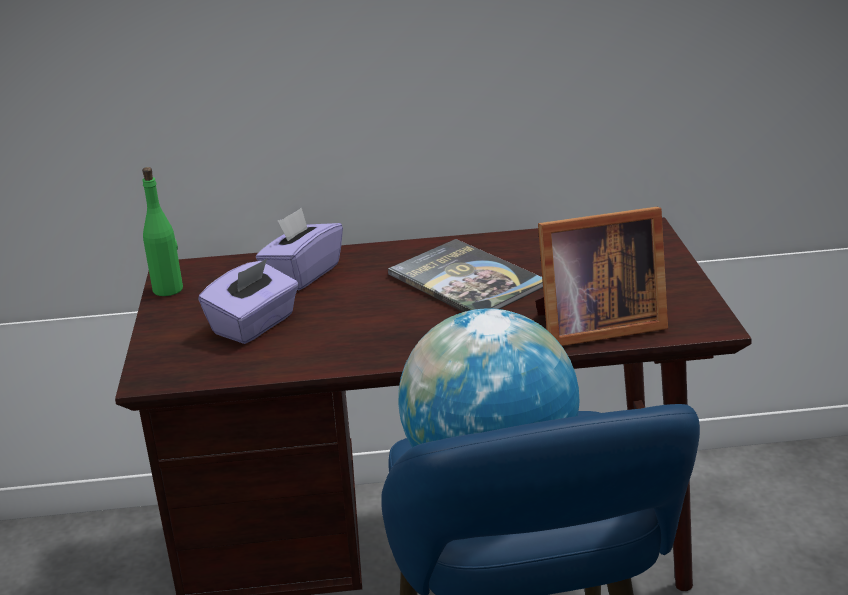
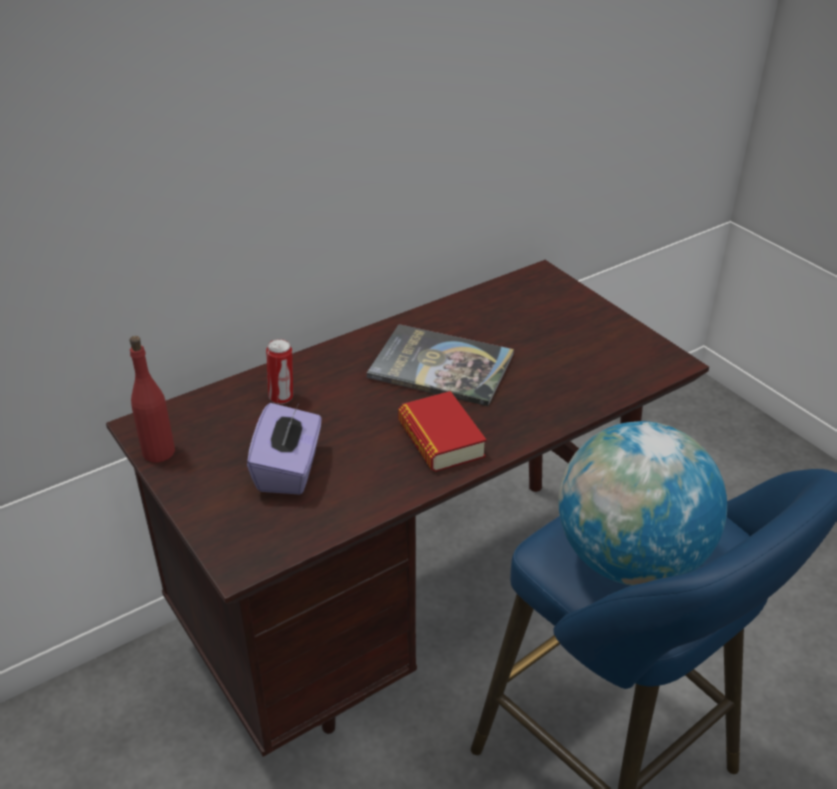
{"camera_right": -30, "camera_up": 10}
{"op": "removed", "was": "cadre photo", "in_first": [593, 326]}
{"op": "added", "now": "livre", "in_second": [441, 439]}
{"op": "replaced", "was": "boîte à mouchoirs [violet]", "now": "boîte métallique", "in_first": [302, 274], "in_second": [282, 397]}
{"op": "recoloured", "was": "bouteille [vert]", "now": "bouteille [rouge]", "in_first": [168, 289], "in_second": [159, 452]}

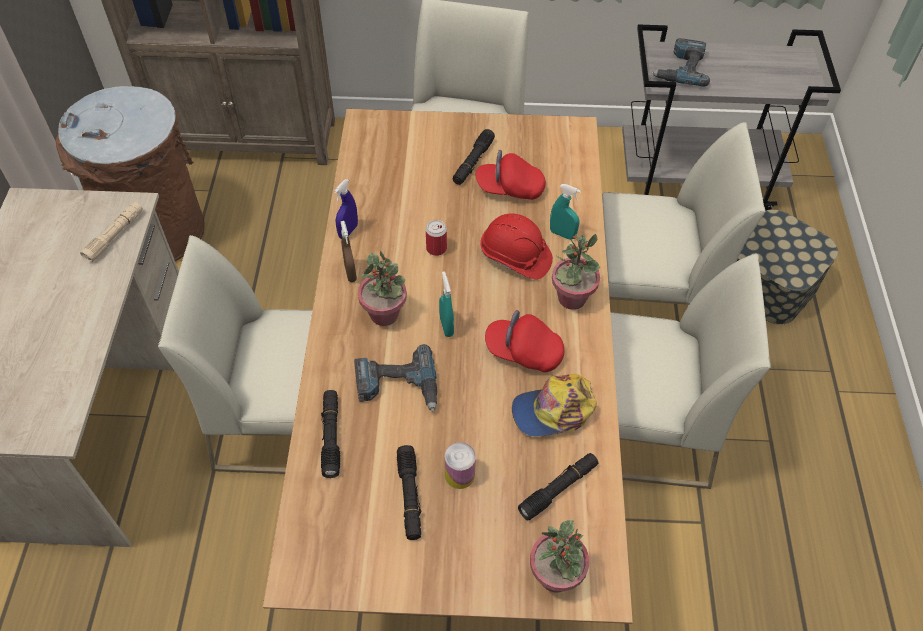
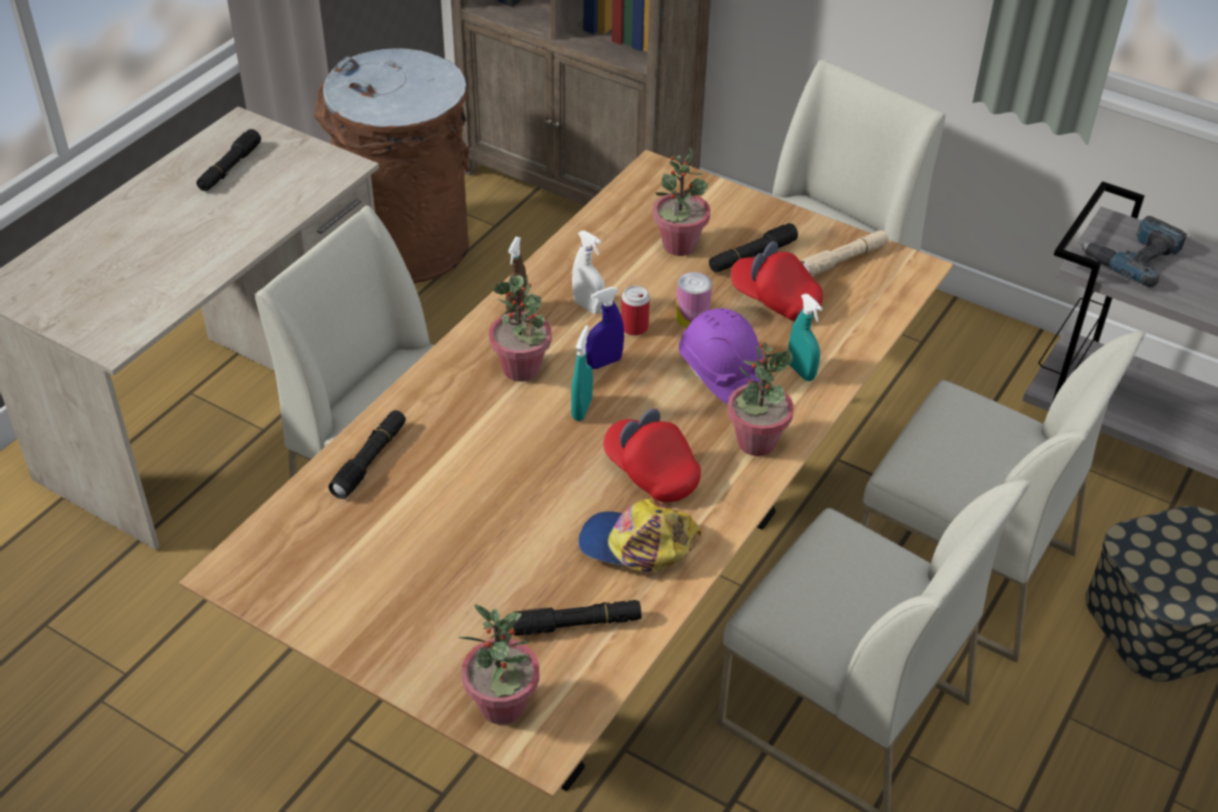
{"camera_right": 30, "camera_up": -10}
{"op": "removed", "was": "perceuse", "in_first": [397, 387]}
{"op": "added", "now": "vaporisateur [blanc]", "in_second": [588, 306]}
{"op": "added", "now": "plante en pot", "in_second": [679, 245]}
{"op": "moved", "was": "lampe de poche [beige]", "in_first": [115, 236], "in_second": [843, 260]}
{"op": "moved", "was": "vaporisateur [bleu]", "in_first": [348, 231], "in_second": [604, 362]}
{"op": "moved", "was": "lampe de poche [noir]", "in_first": [409, 496], "in_second": [230, 168]}
{"op": "moved", "was": "boîte métallique", "in_first": [459, 474], "in_second": [692, 317]}
{"op": "recoloured", "was": "casque de chantier [rouge]", "now": "casque de chantier [violet]", "in_first": [515, 257], "in_second": [722, 373]}

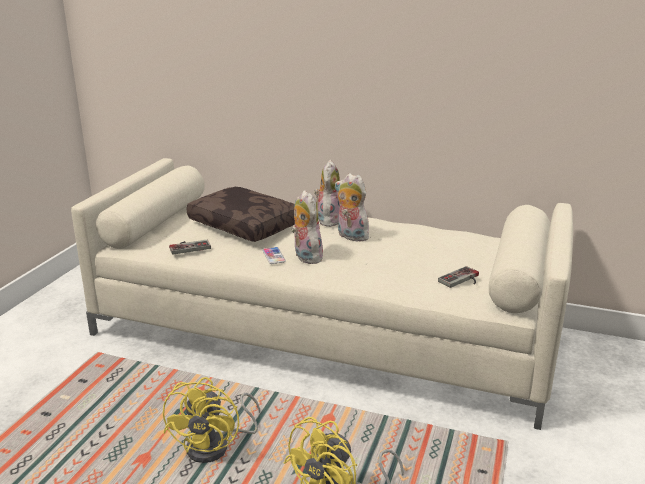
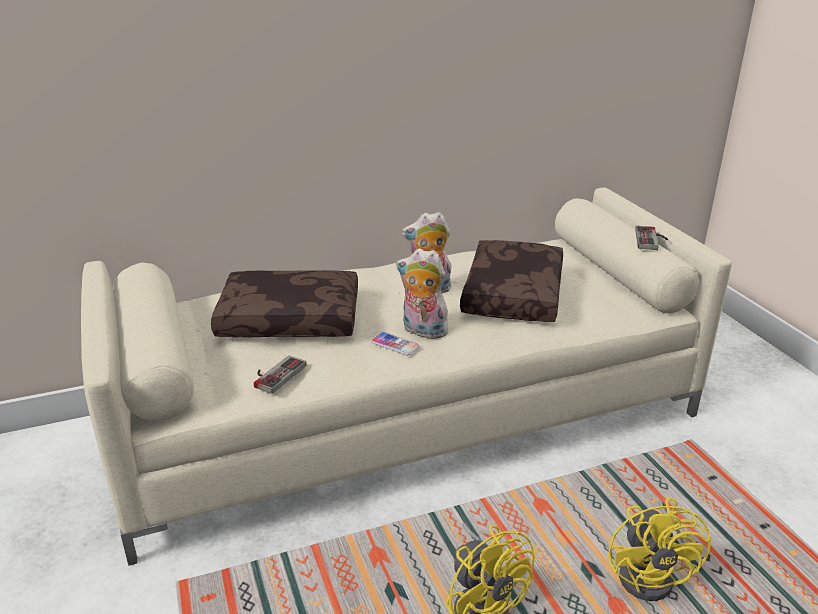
{"camera_right": -40, "camera_up": 5}
{"op": "removed", "was": "peluche", "in_first": [328, 220]}
{"op": "added", "now": "coussin [marron]", "in_second": [511, 294]}
{"op": "moved", "was": "manette", "in_first": [462, 280], "in_second": [652, 240]}

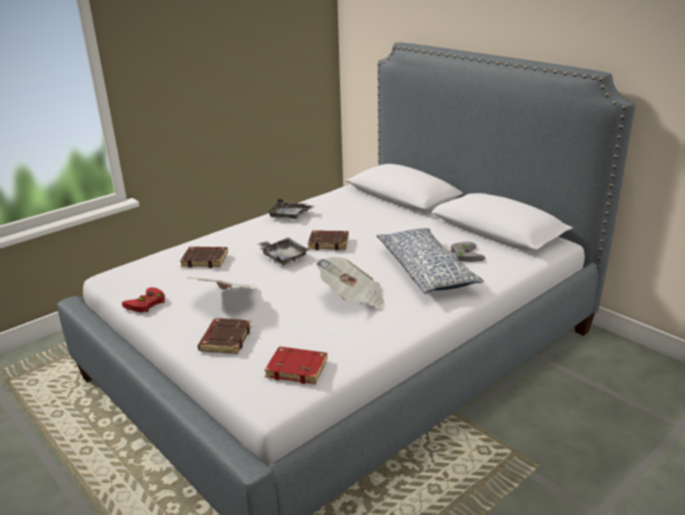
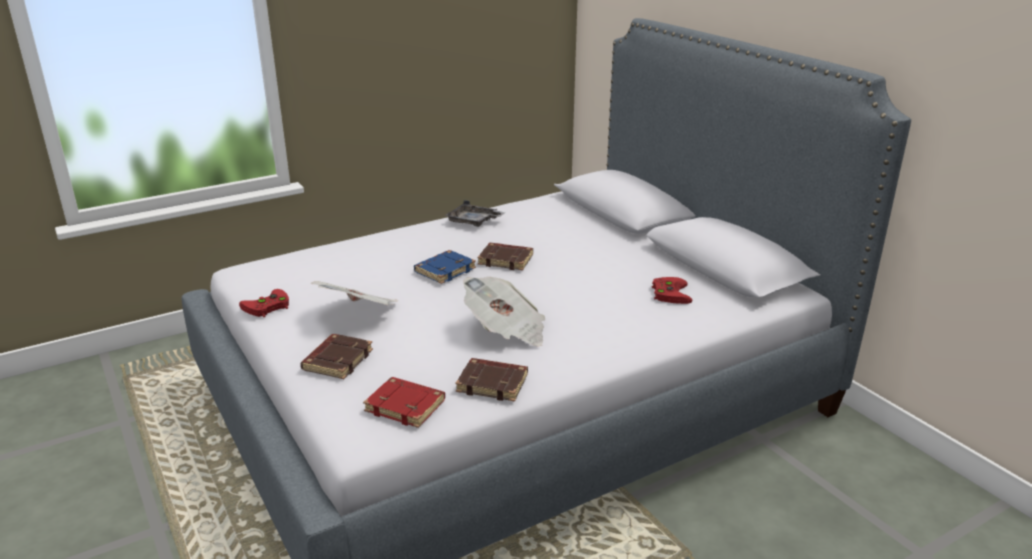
{"camera_right": 10, "camera_up": 0}
{"op": "removed", "was": "coussin", "in_first": [426, 270]}
{"op": "moved", "was": "livre [marron]", "in_first": [205, 260], "in_second": [493, 383]}
{"op": "replaced", "was": "plateau [gris]", "now": "livre [bleu]", "in_first": [283, 256], "in_second": [445, 270]}
{"op": "recoloured", "was": "manette [gris]", "now": "manette [rouge]", "in_first": [465, 254], "in_second": [669, 293]}

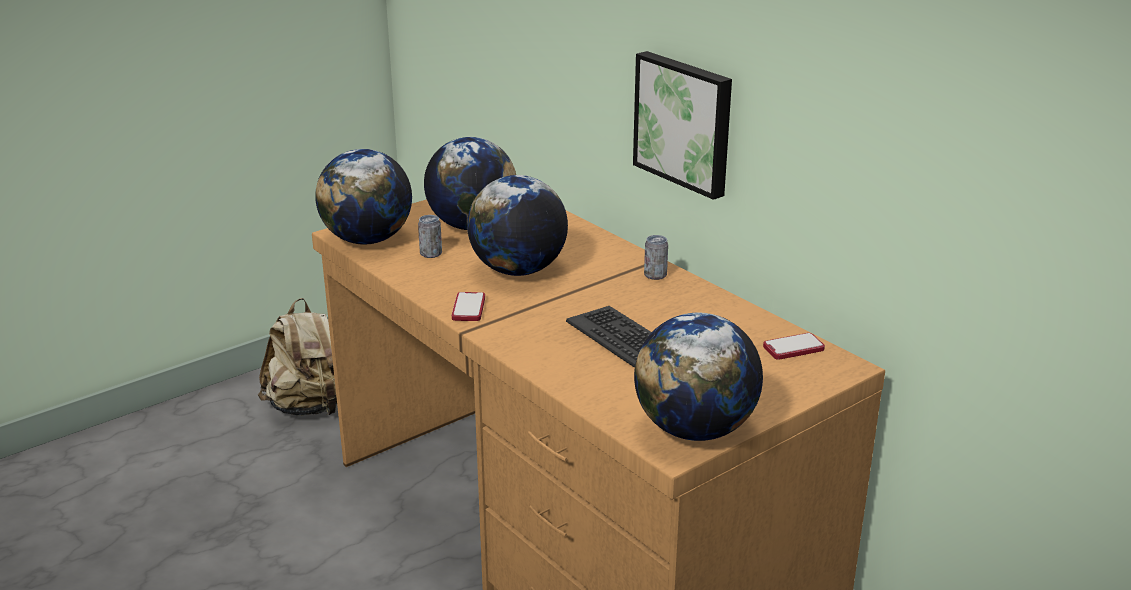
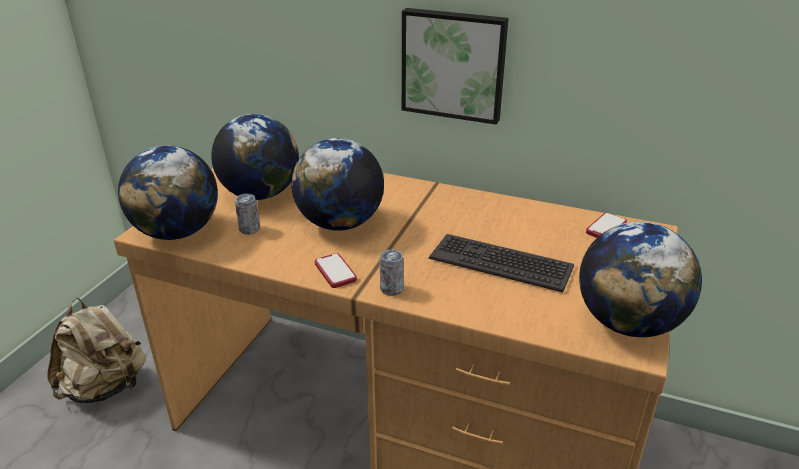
{"camera_right": -30, "camera_up": 5}
{"op": "moved", "was": "boîte métallique", "in_first": [655, 275], "in_second": [392, 289]}

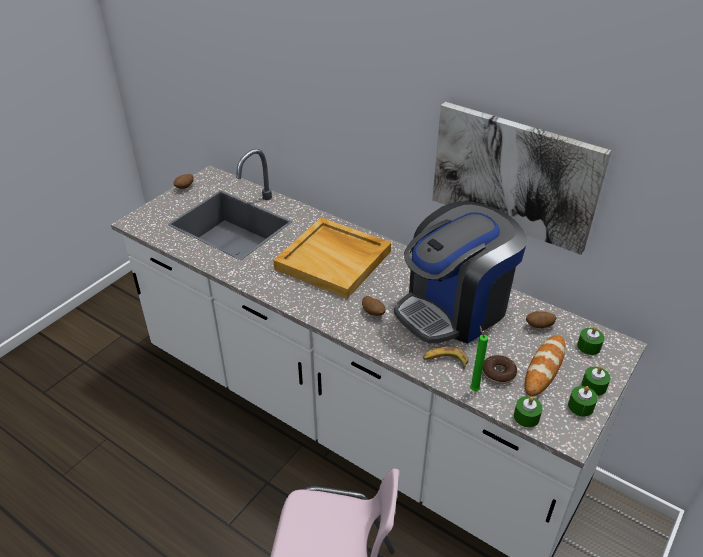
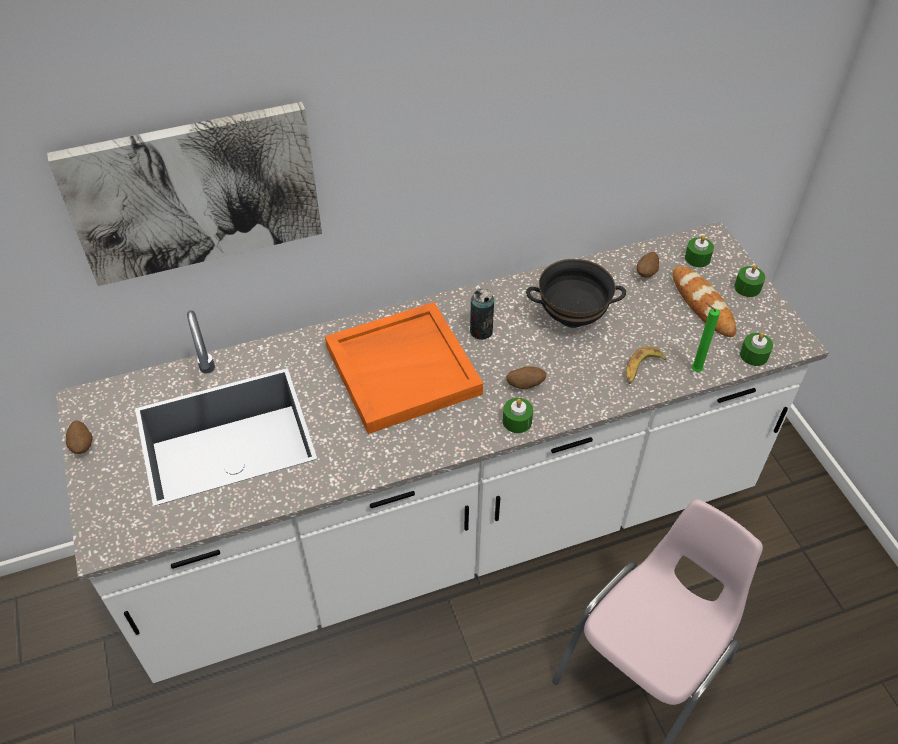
{"camera_right": -55, "camera_up": 10}
{"op": "removed", "was": "beignet", "in_first": [498, 373]}
{"op": "added", "now": "boîte métallique", "in_second": [481, 331]}
{"op": "moved", "was": "tableau", "in_first": [514, 175], "in_second": [195, 192]}
{"op": "moved", "was": "bougie [vert]", "in_first": [580, 406], "in_second": [517, 421]}
{"op": "replaced", "was": "machine à café", "now": "bol [noir]", "in_first": [454, 309], "in_second": [572, 317]}
{"op": "recoloured", "was": "plateau [beige]", "now": "plateau [orange]", "in_first": [334, 260], "in_second": [403, 369]}

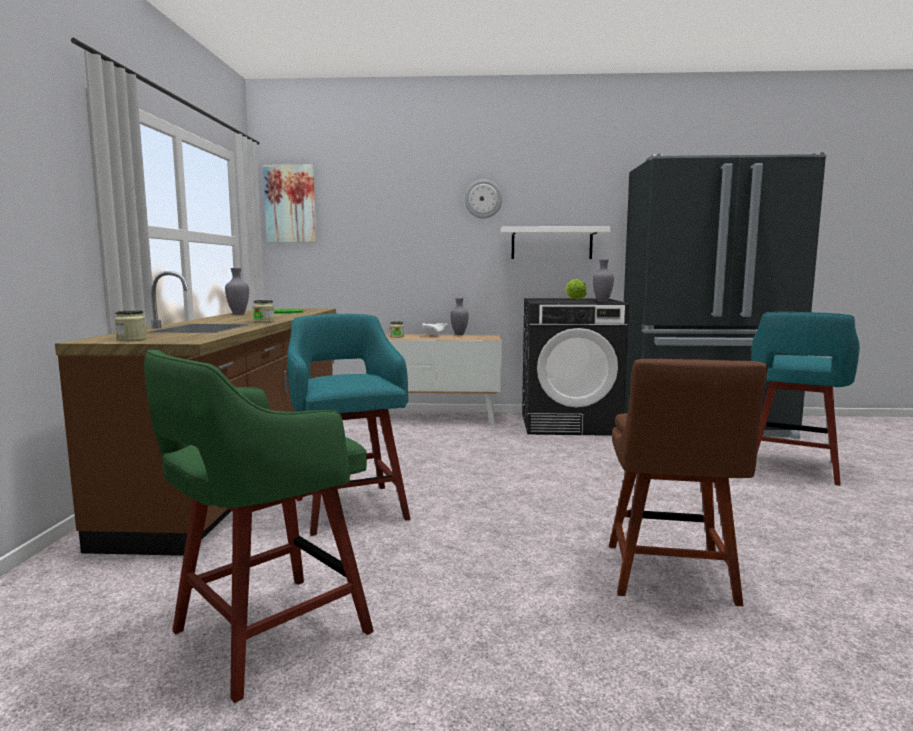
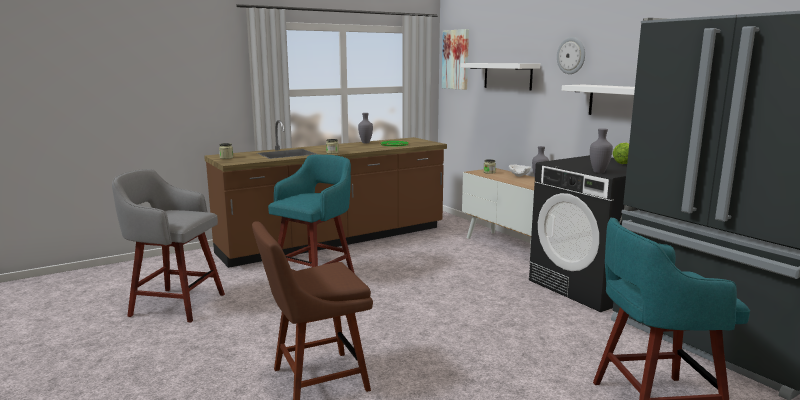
{"camera_right": 55, "camera_up": 5}
{"op": "added", "now": "étagère [blanc]", "in_second": [507, 76]}
{"op": "recoloured", "was": "tabouret [vert]", "now": "tabouret [gris]", "in_first": [265, 634], "in_second": [175, 304]}

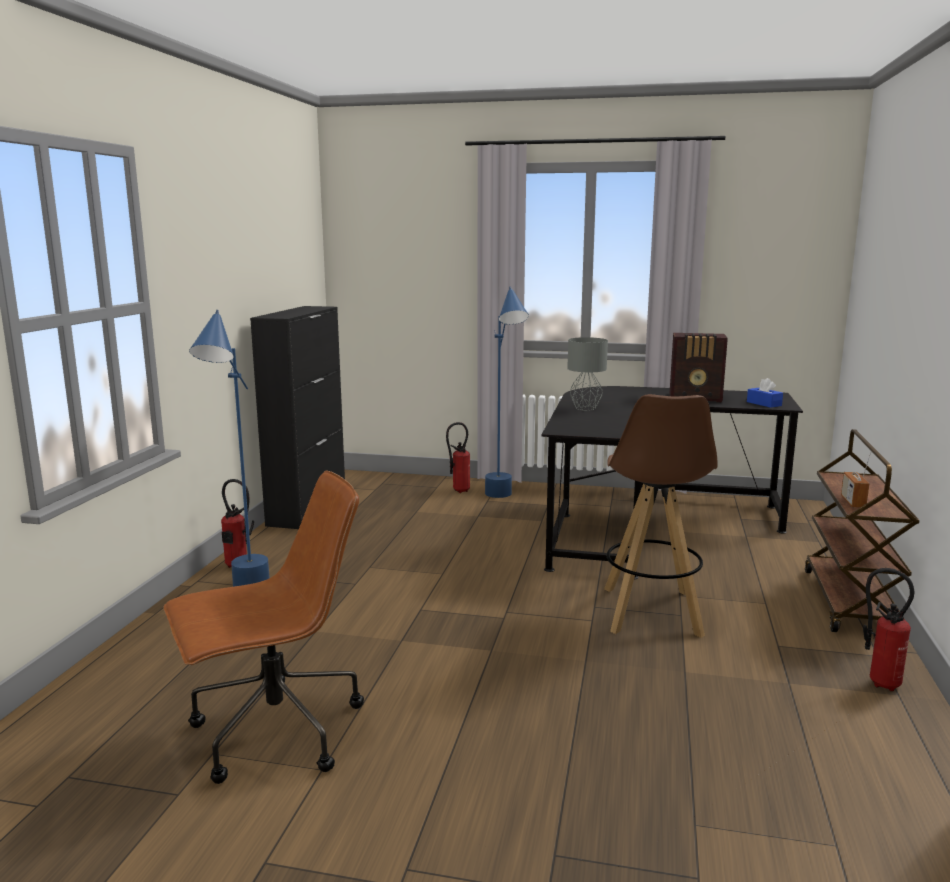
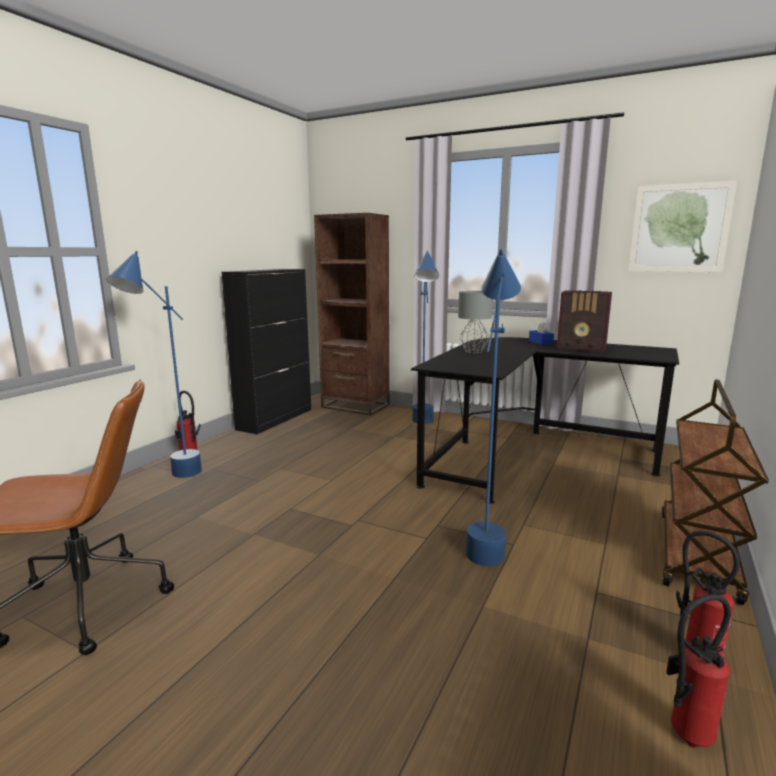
{"camera_right": 15, "camera_up": 0}
{"op": "removed", "was": "radio", "in_first": [853, 502]}
{"op": "added", "now": "bibliothèque [marron]", "in_second": [355, 406]}
{"op": "added", "now": "tableau", "in_second": [679, 228]}
{"op": "moved", "was": "extincteur", "in_first": [458, 491], "in_second": [684, 735]}
{"op": "moved", "was": "boîte à mouchoirs [bleu]", "in_first": [764, 404], "in_second": [540, 342]}
{"op": "replaced", "was": "tabouret [marron]", "now": "lampadaire [bleu]", "in_first": [651, 612], "in_second": [486, 537]}

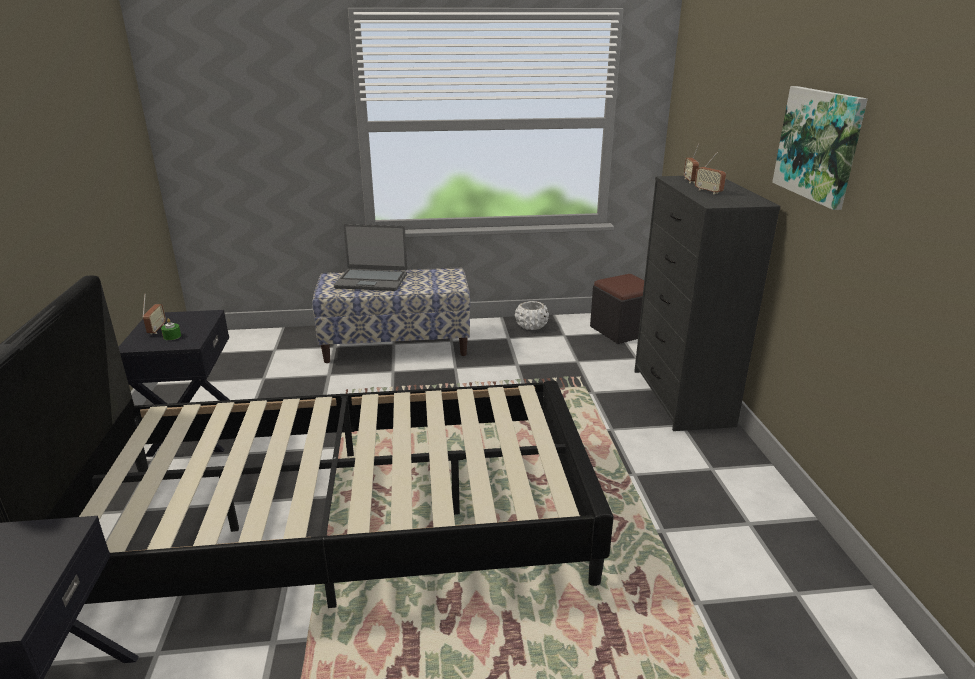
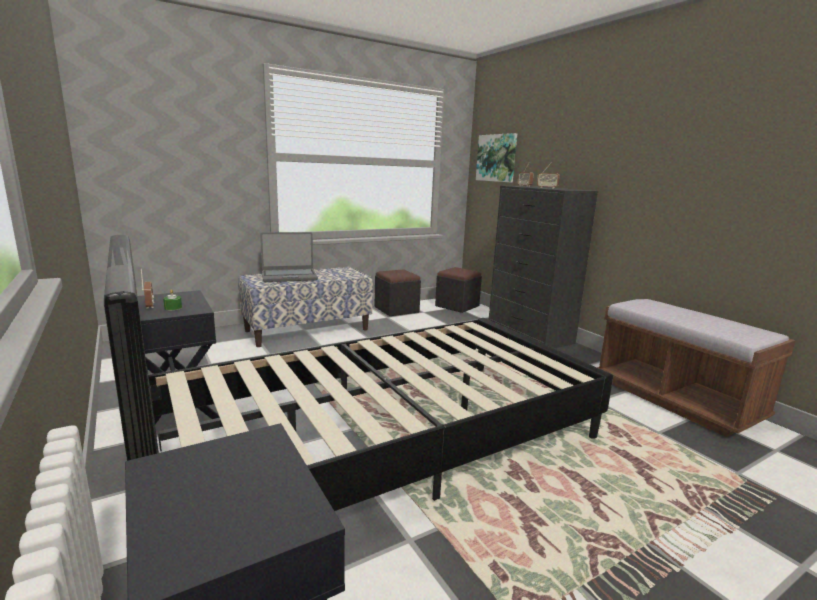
{"camera_right": -25, "camera_up": -10}
{"op": "added", "now": "banc [marron]", "in_second": [675, 399]}
{"op": "moved", "was": "tableau", "in_first": [819, 145], "in_second": [497, 158]}
{"op": "replaced", "was": "cache-pot [blanc]", "now": "pouf [noir]", "in_first": [531, 326], "in_second": [396, 309]}

